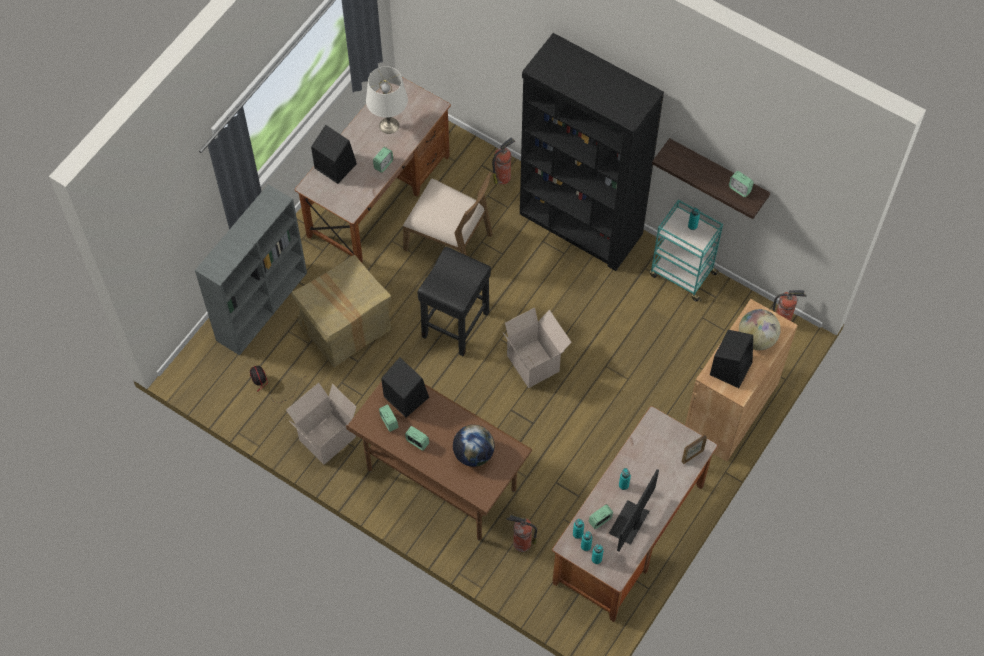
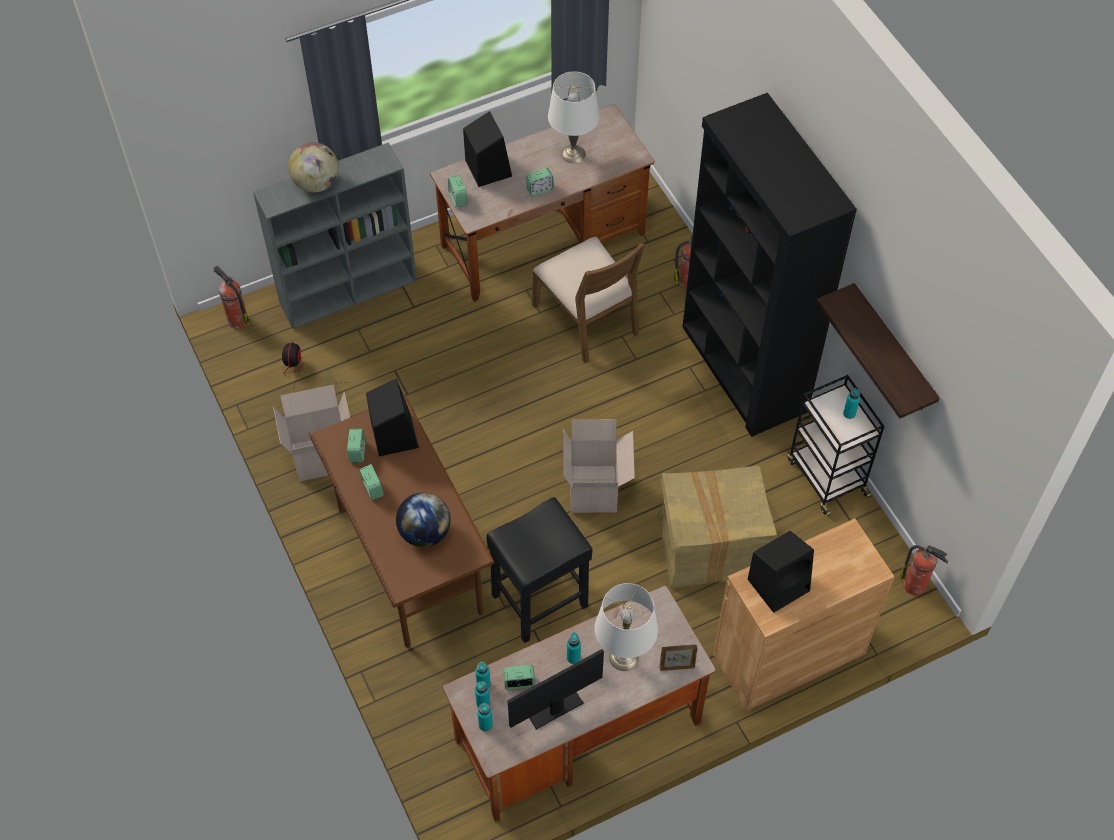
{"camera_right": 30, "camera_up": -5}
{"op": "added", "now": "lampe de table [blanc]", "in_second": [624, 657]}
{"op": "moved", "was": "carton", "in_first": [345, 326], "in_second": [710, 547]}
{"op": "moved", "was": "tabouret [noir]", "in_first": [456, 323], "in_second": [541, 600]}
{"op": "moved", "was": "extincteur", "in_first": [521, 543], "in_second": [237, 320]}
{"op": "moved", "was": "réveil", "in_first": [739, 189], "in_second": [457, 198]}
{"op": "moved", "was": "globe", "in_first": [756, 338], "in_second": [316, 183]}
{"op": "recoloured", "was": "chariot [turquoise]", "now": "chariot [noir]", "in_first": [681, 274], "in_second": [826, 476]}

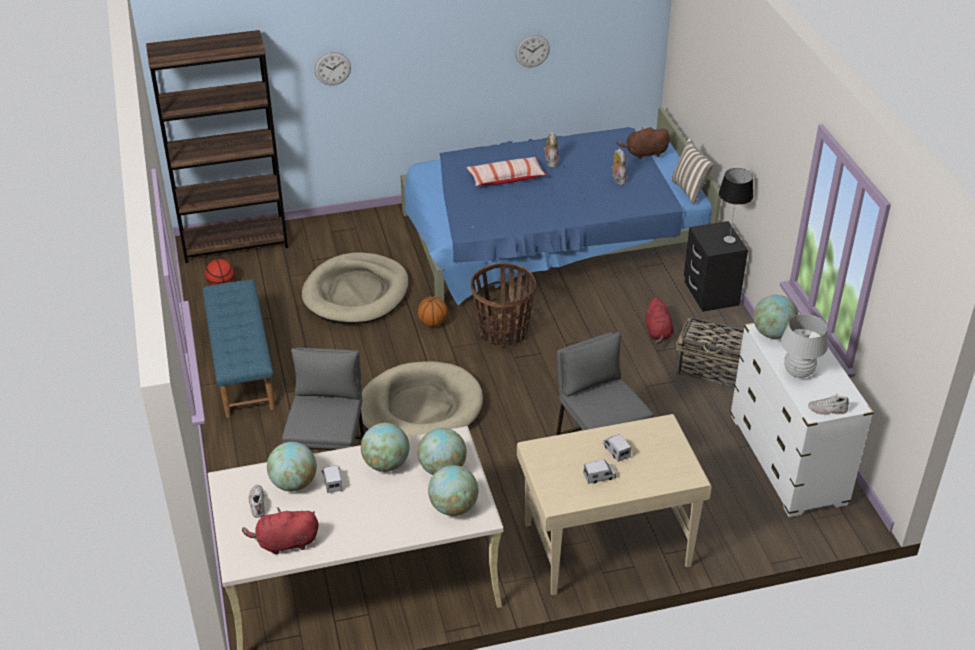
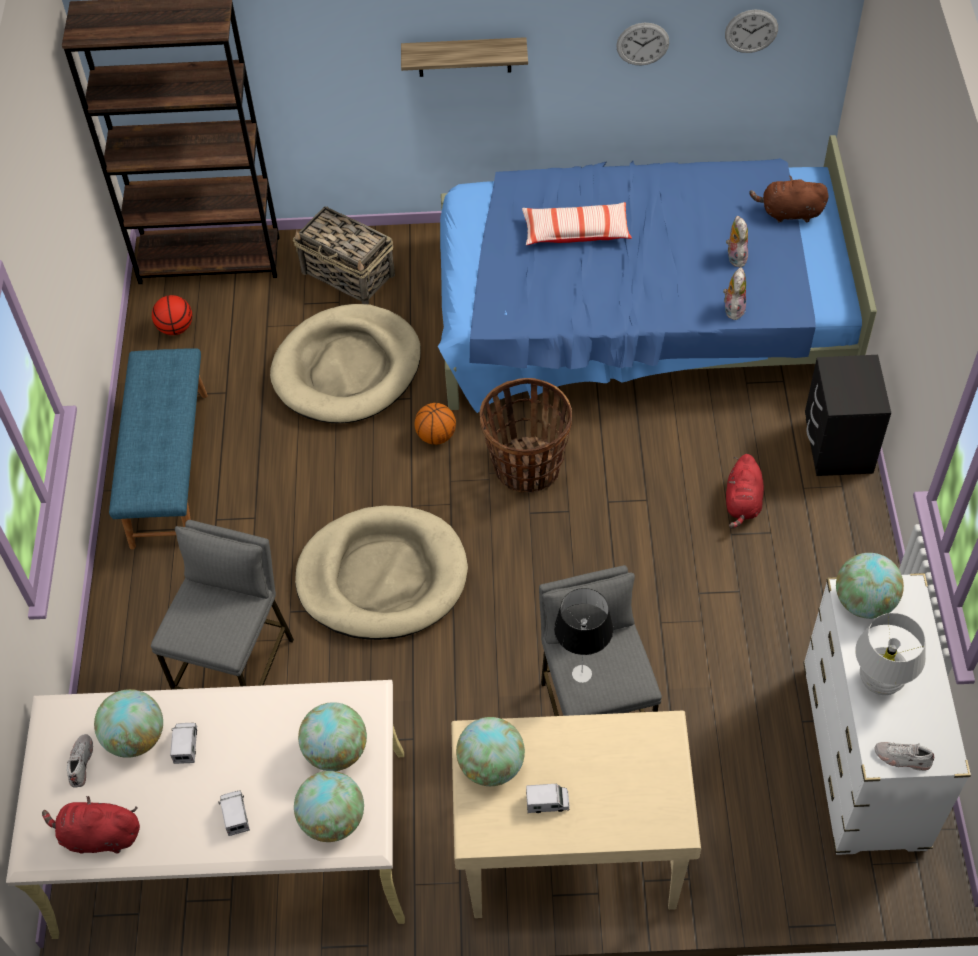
{"camera_right": 15, "camera_up": 15}
{"op": "removed", "was": "coussin", "in_first": [690, 190]}
{"op": "added", "now": "étagère", "in_second": [464, 57]}
{"op": "moved", "was": "horloge murale", "in_first": [332, 68], "in_second": [751, 31]}
{"op": "moved", "was": "globe", "in_first": [386, 464], "in_second": [491, 765]}
{"op": "moved", "was": "peluche", "in_first": [550, 162], "in_second": [733, 308]}
{"op": "moved", "was": "camion jouet", "in_first": [616, 451], "in_second": [235, 815]}
{"op": "moved", "was": "panier", "in_first": [712, 370], "in_second": [349, 274]}
{"op": "moved", "was": "lampe de table", "in_first": [730, 239], "in_second": [582, 674]}

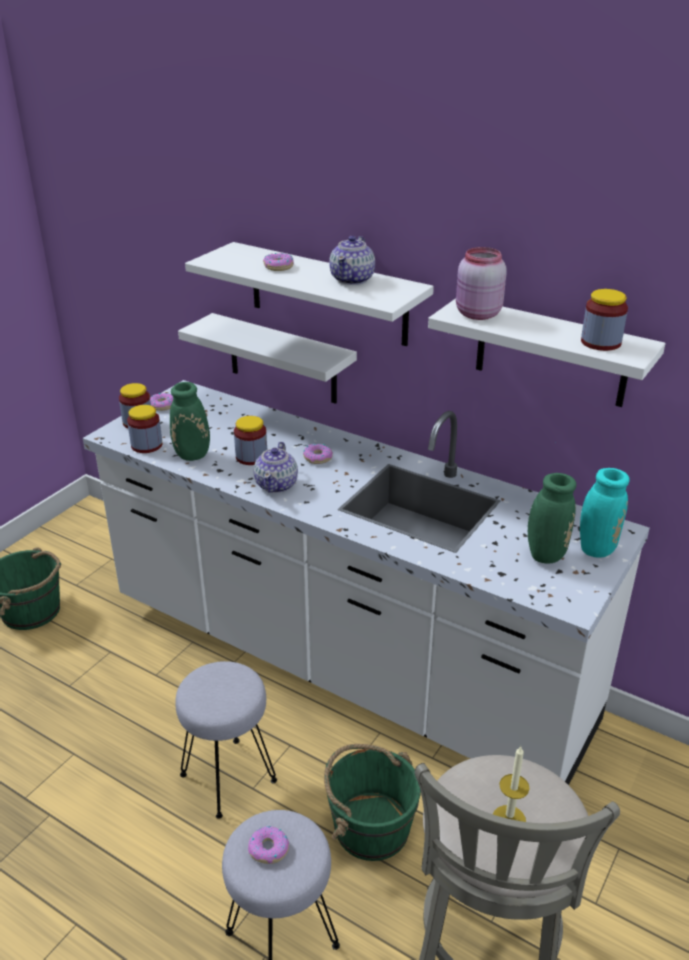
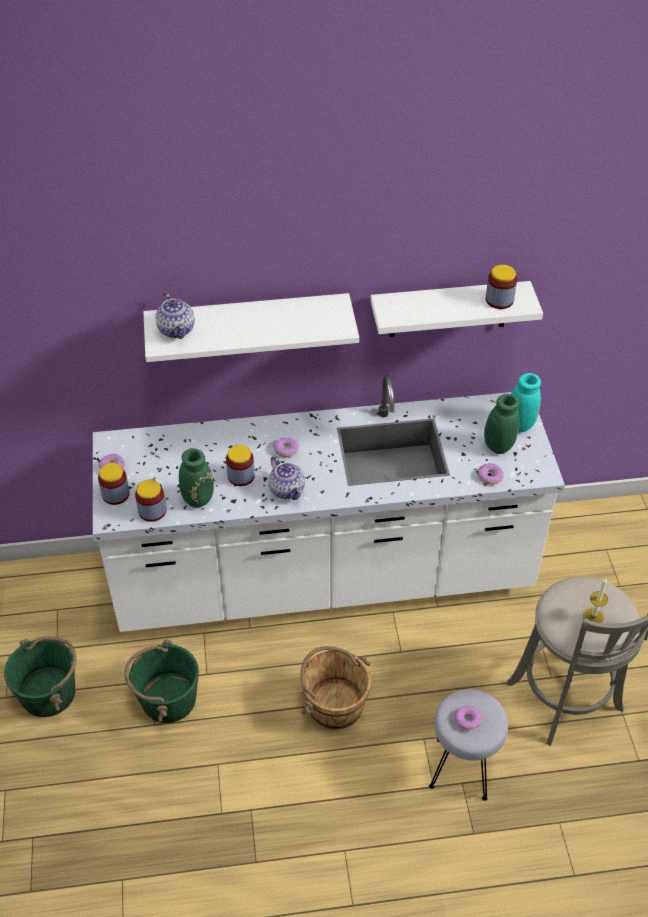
{"camera_right": -40, "camera_up": 15}
{"op": "removed", "was": "étagère [blanc]", "in_first": [282, 359]}
{"op": "removed", "was": "bocal [rose]", "in_first": [477, 314]}
{"op": "moved", "was": "beignet", "in_first": [278, 267], "in_second": [490, 476]}
{"op": "moved", "was": "seau [vert]", "in_first": [370, 827], "in_second": [167, 698]}
{"op": "moved", "was": "théière", "in_first": [352, 279], "in_second": [176, 329]}
{"op": "replaced", "was": "tabouret [gris]", "now": "seau [marron]", "in_first": [229, 777], "in_second": [334, 704]}

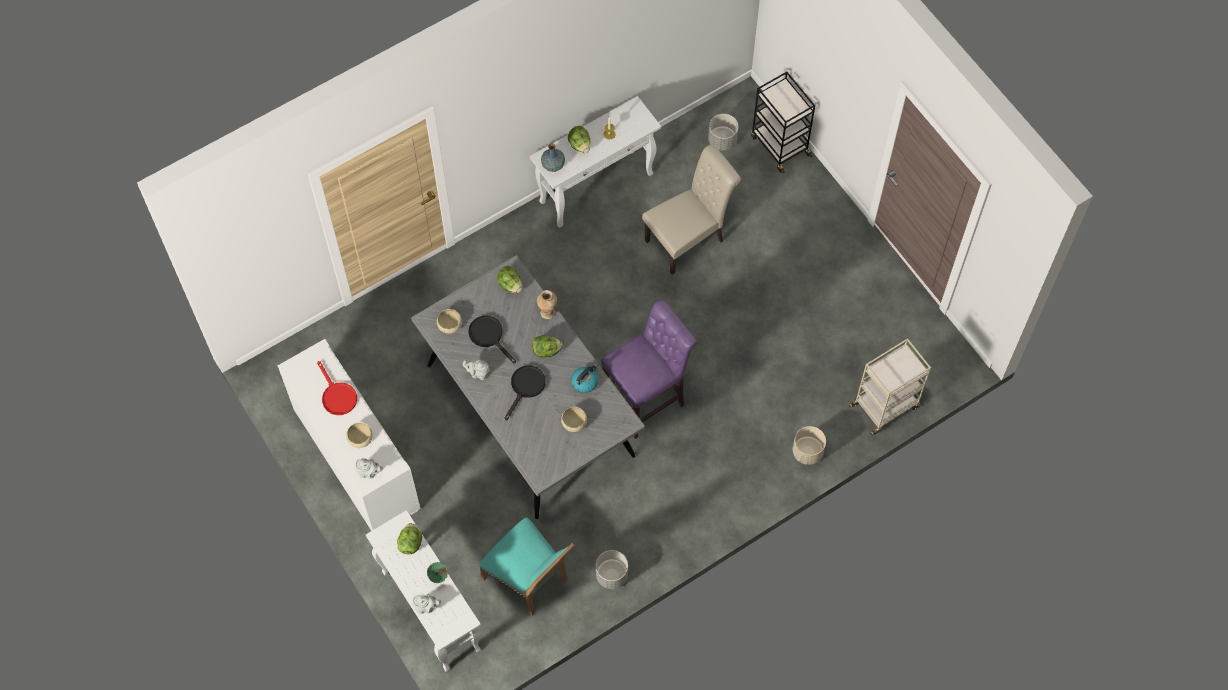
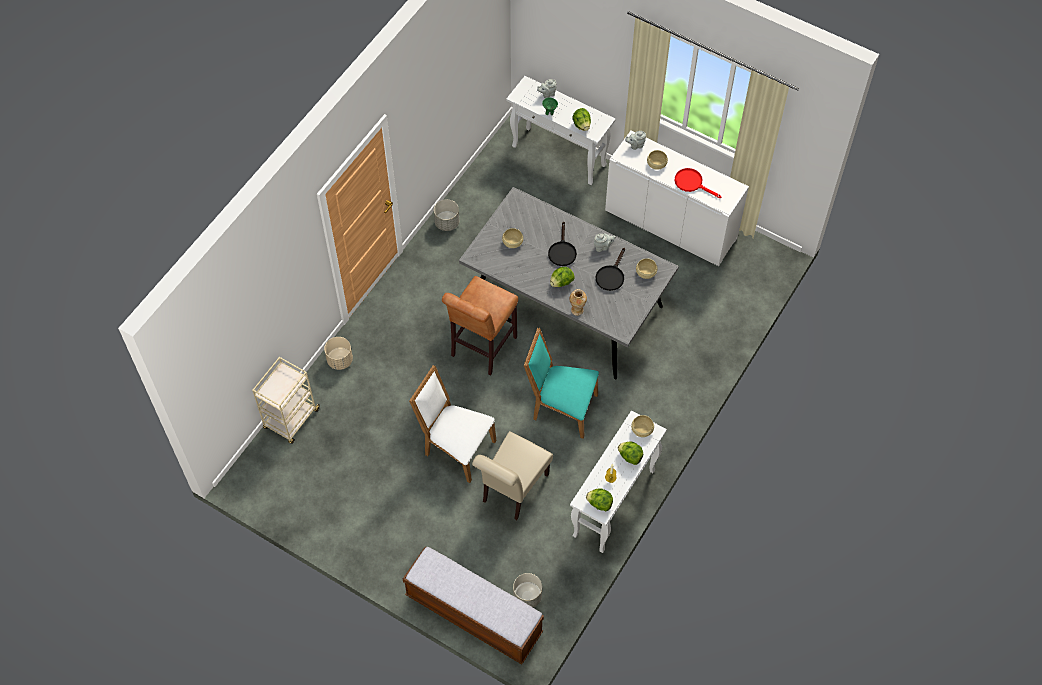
{"camera_right": 155, "camera_up": -5}
{"op": "removed", "was": "bouilloire", "in_first": [585, 381]}
{"op": "added", "now": "chaise [blanc]", "in_second": [456, 448]}
{"op": "moved", "was": "chaise [turquoise]", "in_first": [530, 580], "in_second": [561, 407]}
{"op": "moved", "was": "laitue", "in_first": [510, 285], "in_second": [599, 503]}
{"op": "replaced", "was": "vase", "now": "bol [beige]", "in_first": [553, 165], "in_second": [642, 429]}
{"op": "replaced", "was": "chariot [noir]", "now": "banc", "in_first": [779, 145], "in_second": [473, 614]}
{"op": "recoloured", "was": "tabouret [violet]", "now": "tabouret [marron]", "in_first": [647, 399], "in_second": [481, 349]}
{"op": "turned", "was": "poêle [noir]", "in_first": [489, 336], "in_second": [611, 275], "clockwise": 90}

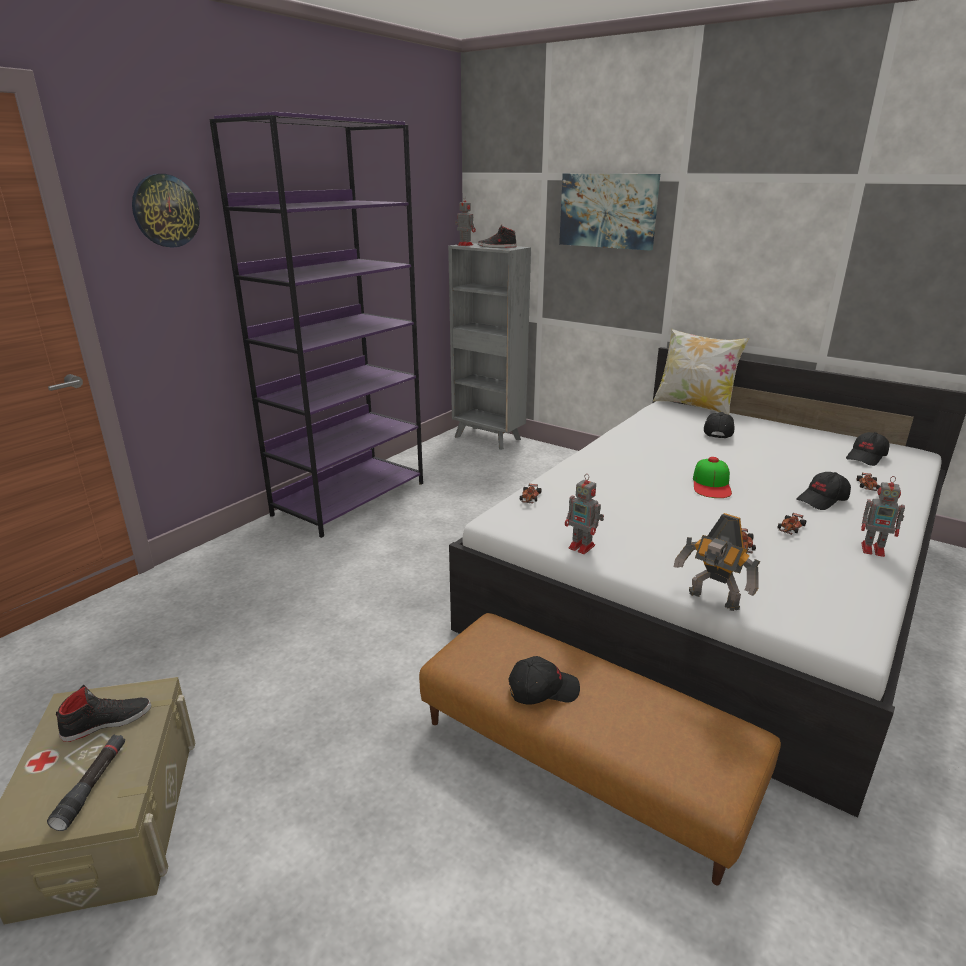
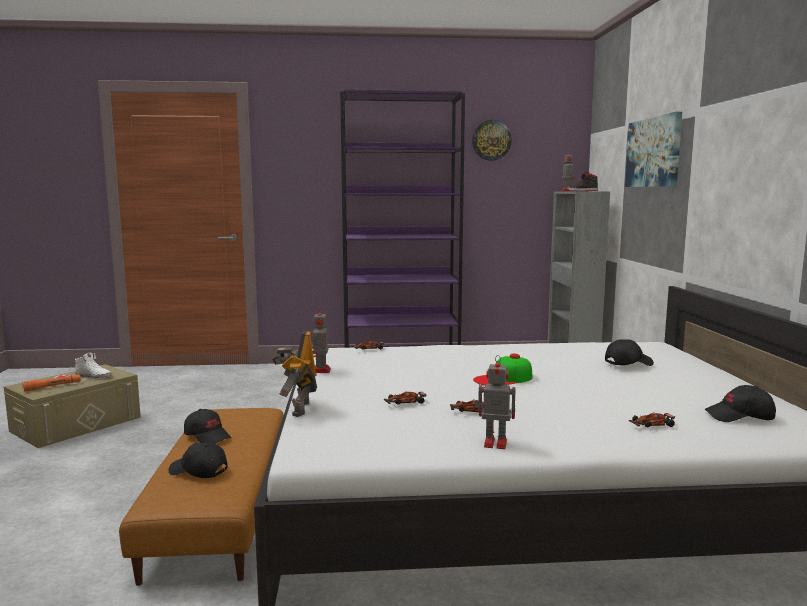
{"camera_right": 50, "camera_up": -15}
{"op": "removed", "was": "coussin", "in_first": [694, 406]}
{"op": "moved", "was": "horloge murale", "in_first": [165, 211], "in_second": [491, 140]}
{"op": "moved", "was": "casquette [noir]", "in_first": [822, 500], "in_second": [198, 471]}
{"op": "recoloured", "was": "lampe de poche [noir]", "now": "lampe de poche [orange]", "in_first": [92, 785], "in_second": [52, 386]}
{"op": "recoloured", "was": "chaussure [noir]", "now": "chaussure [blanc]", "in_first": [107, 722], "in_second": [94, 375]}
{"op": "turned", "was": "robot jouet", "in_first": [874, 549], "in_second": [493, 443], "clockwise": 120}

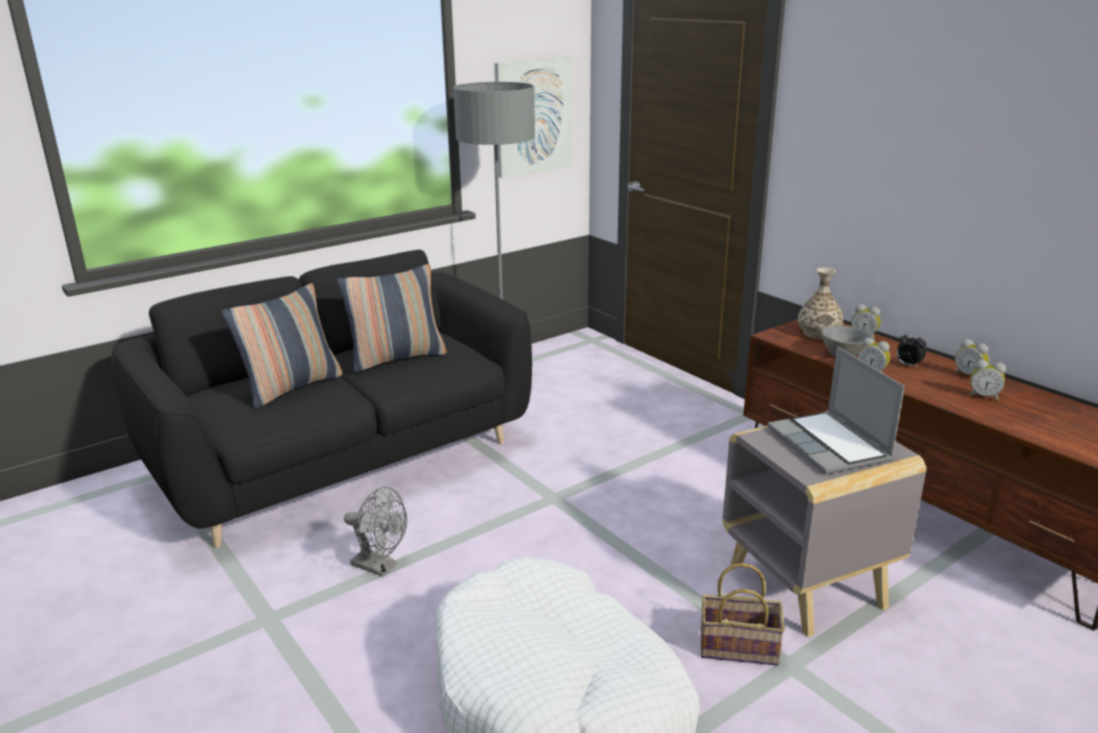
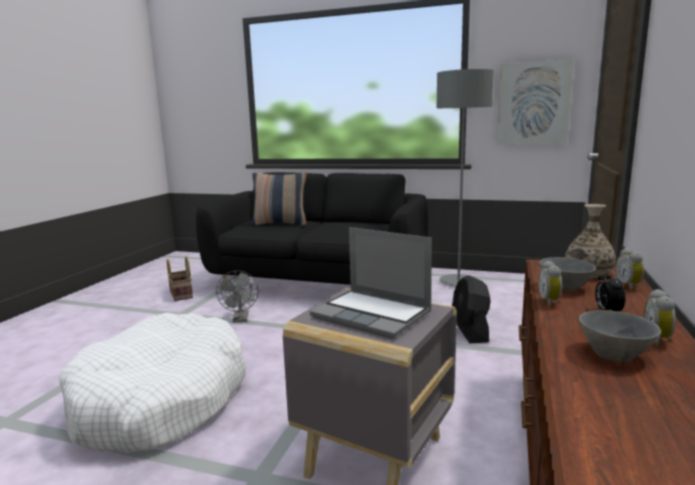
{"camera_right": 55, "camera_up": -10}
{"op": "removed", "was": "coussin", "in_first": [396, 358]}
{"op": "added", "now": "ventilateur [noir]", "in_second": [470, 331]}
{"op": "moved", "was": "panier", "in_first": [740, 647], "in_second": [182, 294]}
{"op": "replaced", "was": "réveil", "now": "bol [gris]", "in_first": [983, 396], "in_second": [617, 355]}
{"op": "turned", "was": "ordinateur portable", "in_first": [830, 445], "in_second": [373, 315], "clockwise": -90}

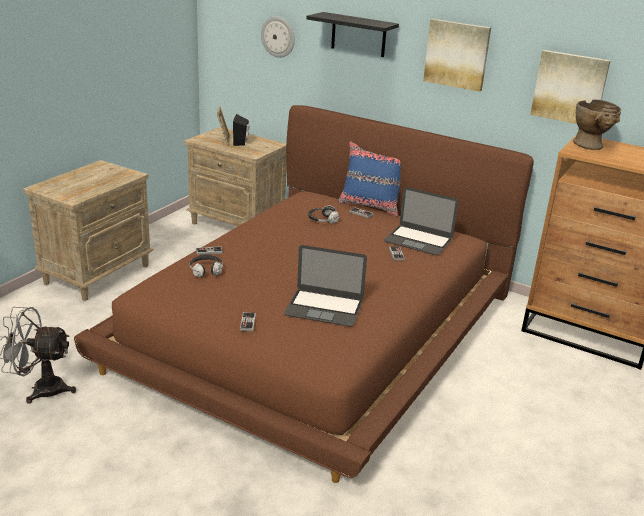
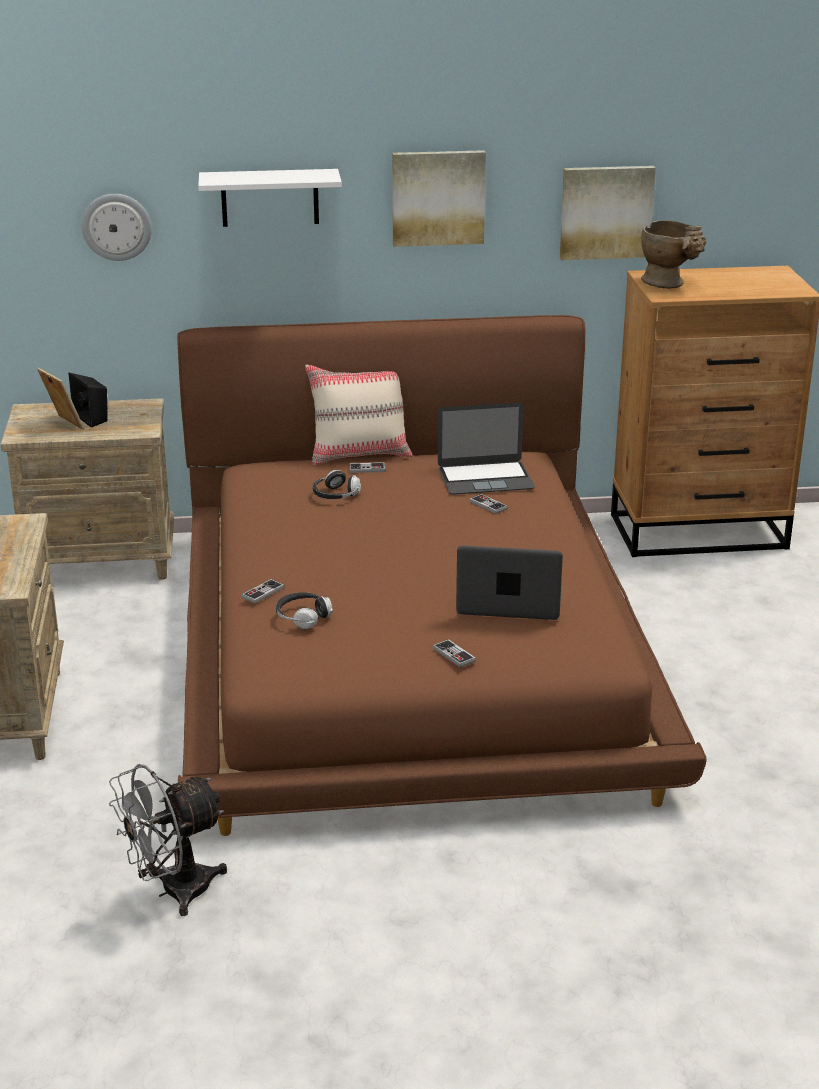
{"camera_right": -35, "camera_up": 0}
{"op": "recoloured", "was": "étagère [noir]", "now": "étagère [blanc]", "in_first": [358, 35], "in_second": [270, 197]}
{"op": "recoloured", "was": "coussin [bleu]", "now": "coussin [beige]", "in_first": [371, 206], "in_second": [360, 455]}
{"op": "turned", "was": "ordinateur portable", "in_first": [324, 308], "in_second": [509, 601], "clockwise": -150}

